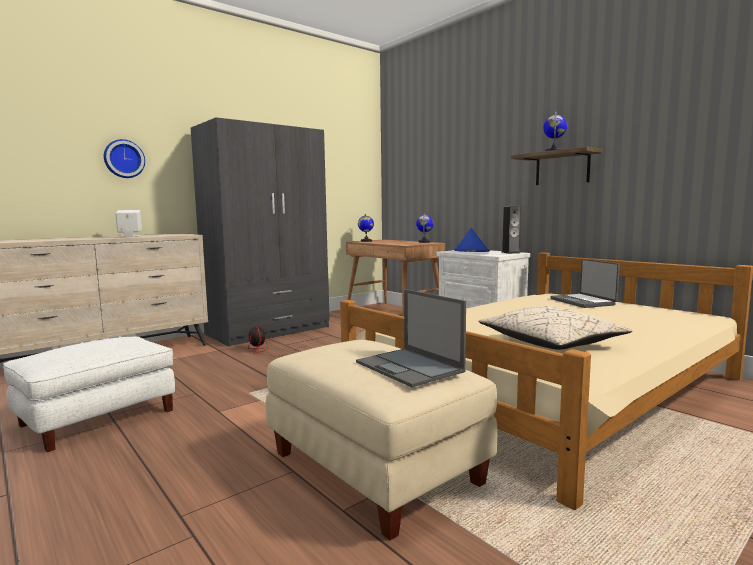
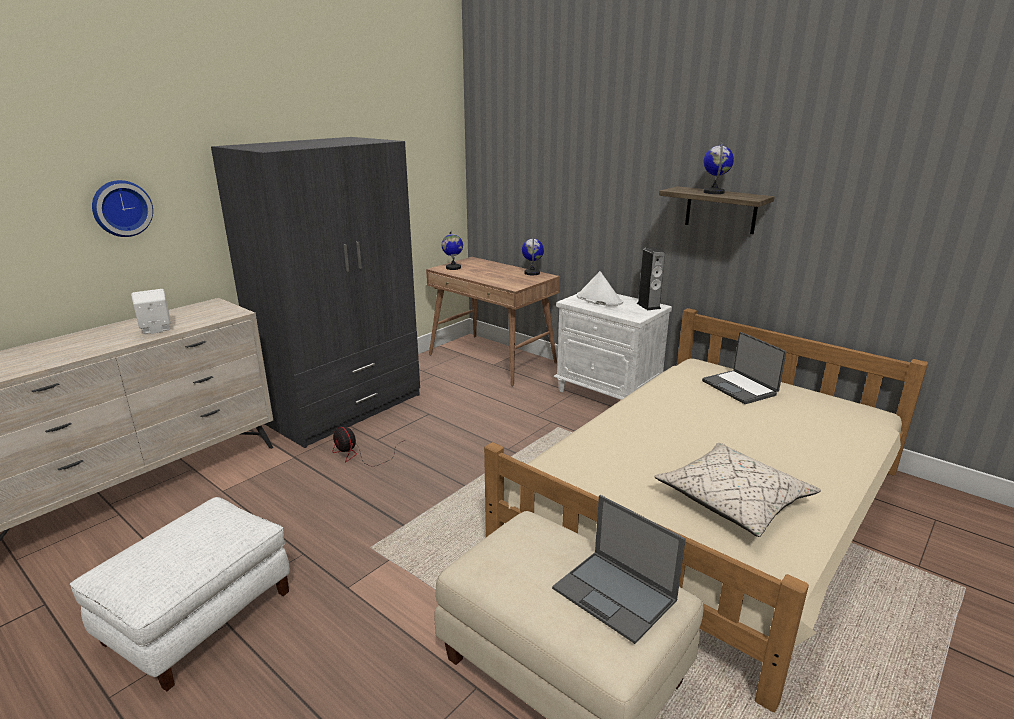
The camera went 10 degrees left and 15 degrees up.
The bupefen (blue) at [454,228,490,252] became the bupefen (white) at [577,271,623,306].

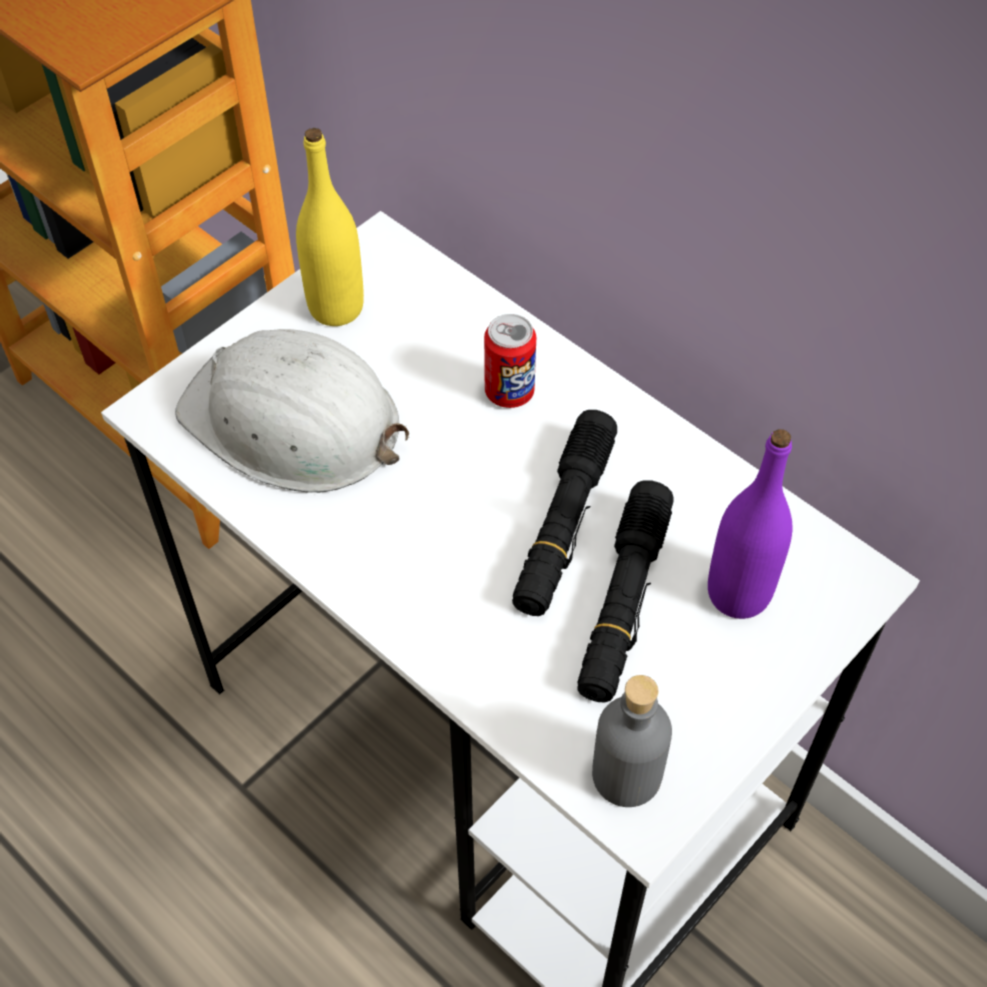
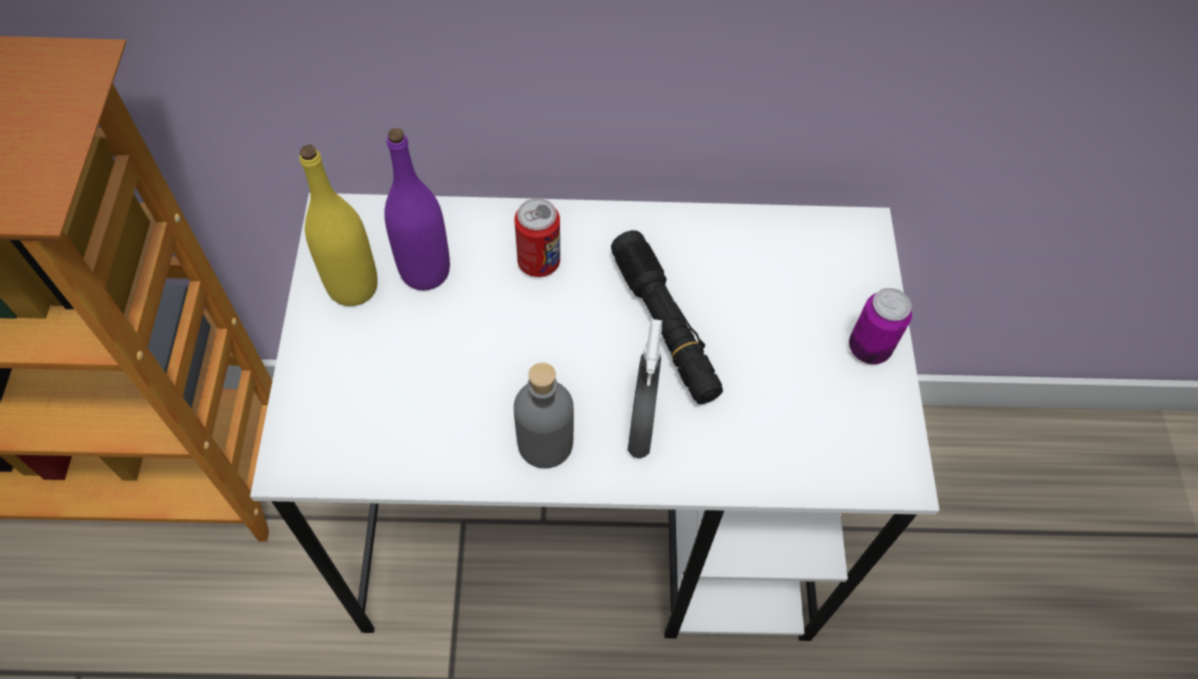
The camera went 45 degrees left and 5 degrees up.
The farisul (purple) moved from [708,429,793,619] to [384,128,450,290].
The farisul (grey) moved from [592,675,672,807] to [514,362,574,469].
The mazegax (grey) at [627,319,662,458] appeared.
The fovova at [849,288,912,364] appeared.
The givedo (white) at [175,329,409,493] disappeared.
The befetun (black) at [577,481,674,703] disappeared.

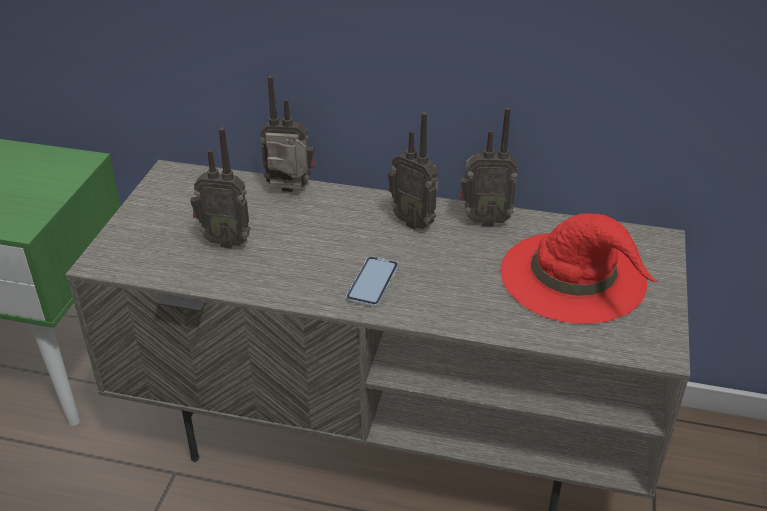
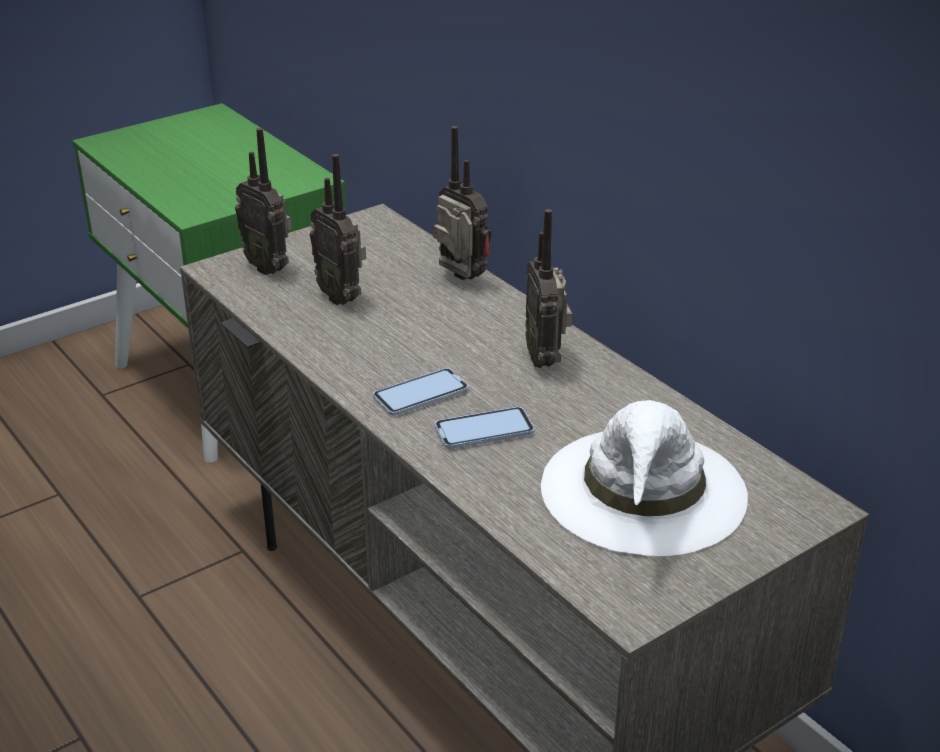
The camera went 40 degrees right and 5 degrees down.
The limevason moved from [459,107,518,226] to [235,128,292,275].
The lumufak at [435,407,534,449] appeared.
The bupefen (red) at [501,213,657,324] became the bupefen (white) at [541,400,748,556].

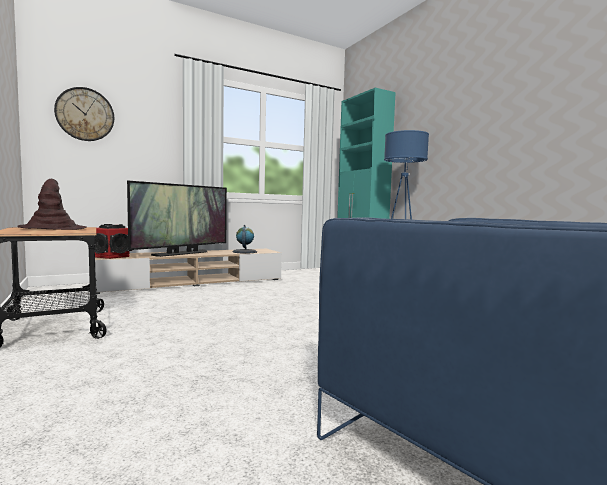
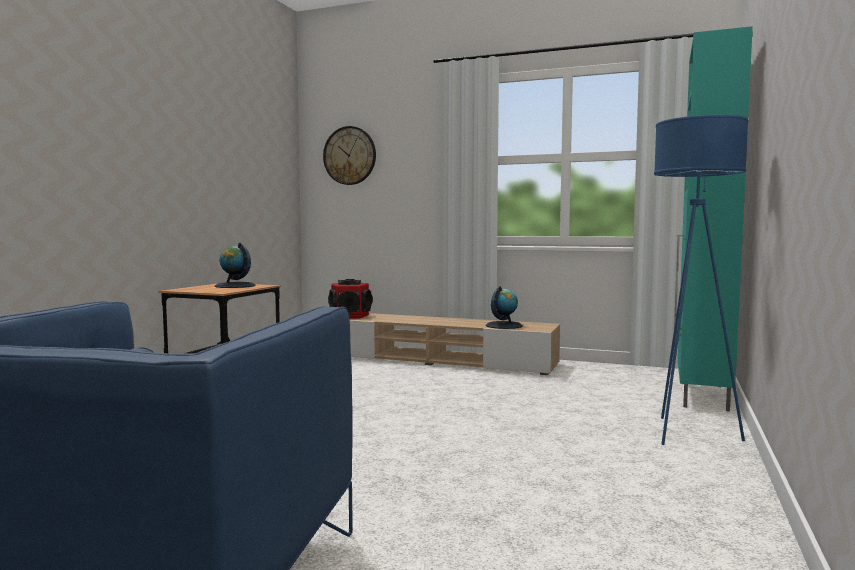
The camera went 50 degrees right and 0 degrees up.
The bupefen (brown) at [17,179,87,230] was replaced by the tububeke at [214,243,256,288].
The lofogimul at [127,181,227,257] disappeared.

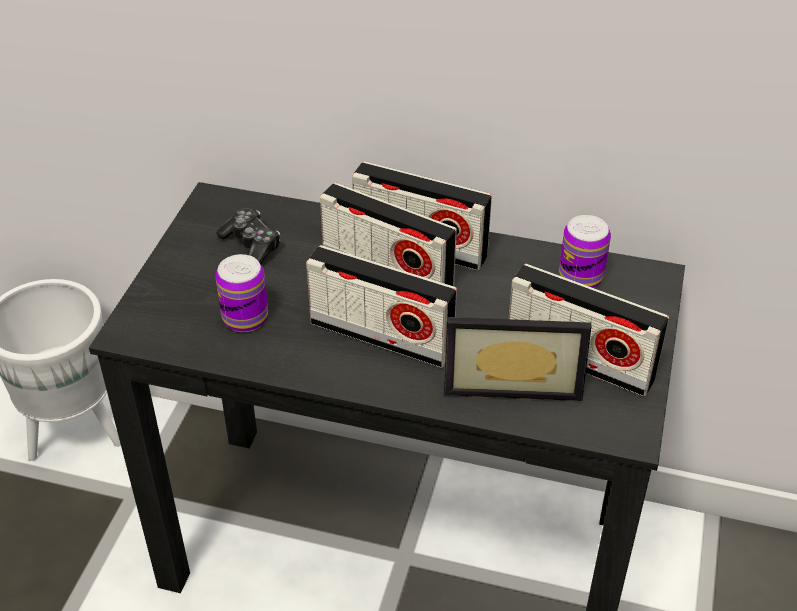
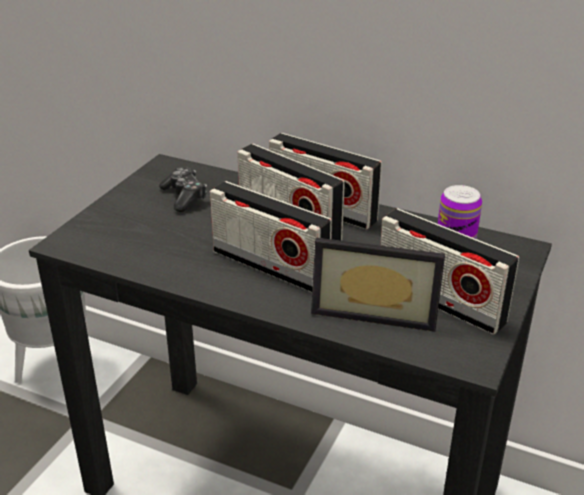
The camera went 10 degrees right and 10 degrees down.
The fovova at [215,254,268,332] disappeared.

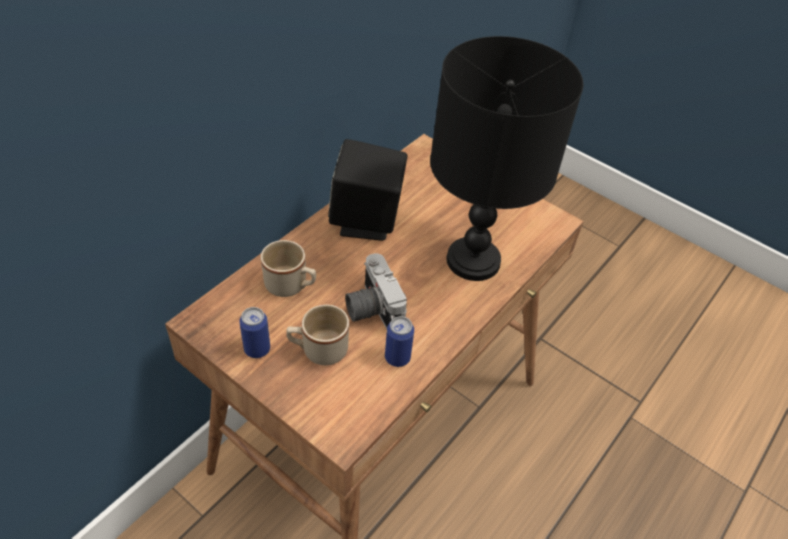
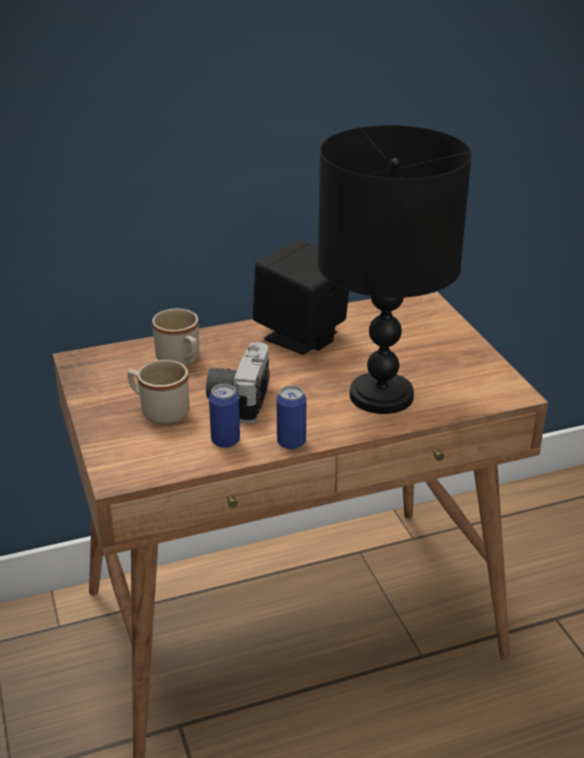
The camera went 35 degrees right and 15 degrees down.
The fovova moved from [239,307,270,358] to [277,385,306,449].

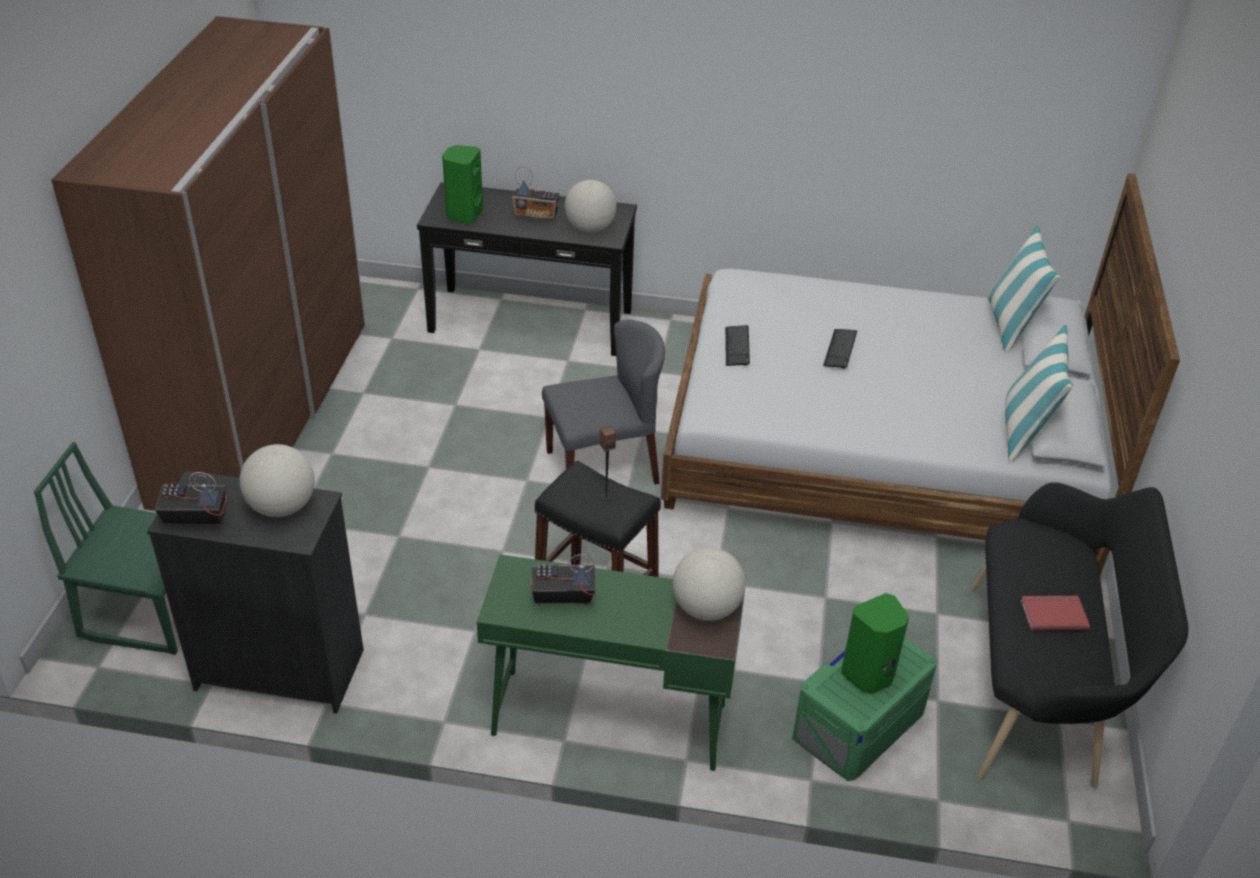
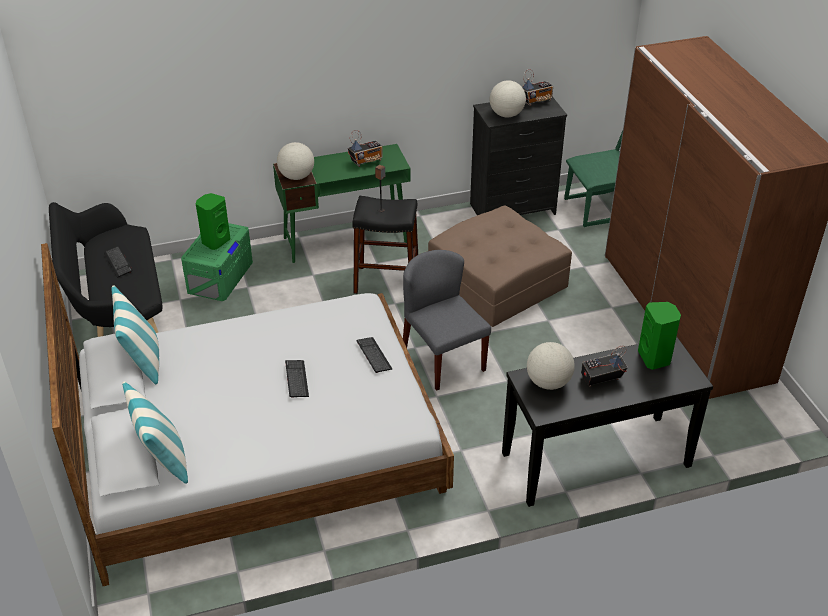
The camera went 155 degrees right and 0 degrees up.
The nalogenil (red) at [1021,596,1090,630] was replaced by the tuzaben at [104,246,133,278].
The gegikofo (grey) at [542,319,665,485] turned 105 degrees clockwise.
The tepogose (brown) at [428,205,572,327] appeared.

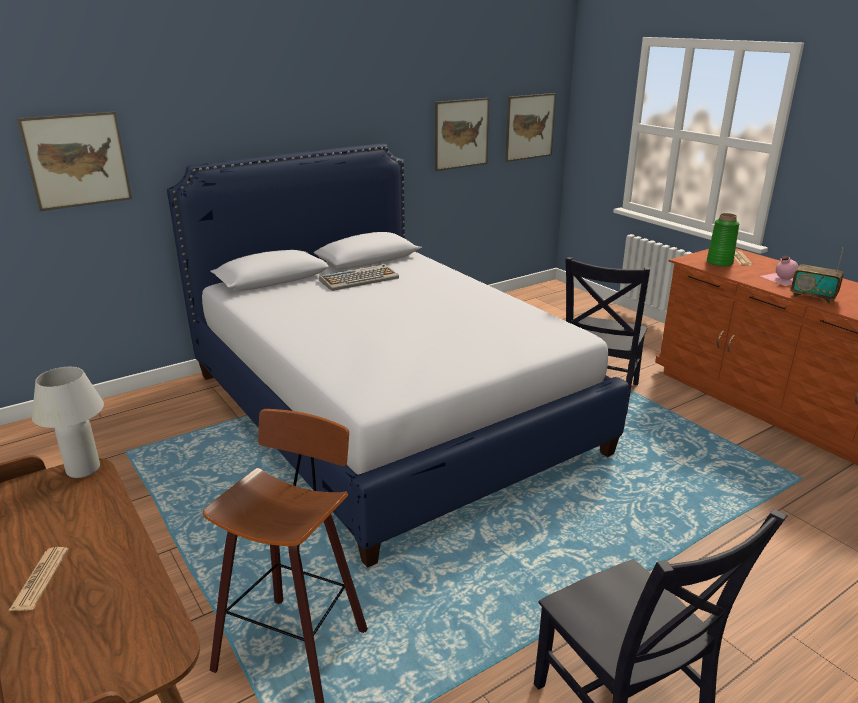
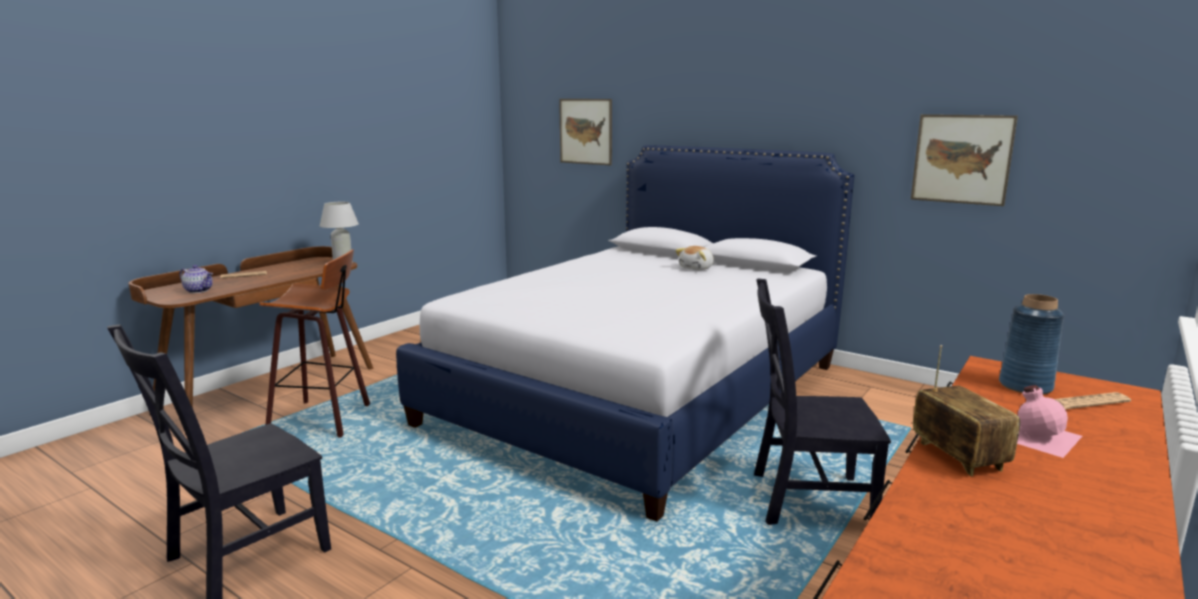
The camera went 70 degrees right and 10 degrees down.
The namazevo at [179,265,213,293] appeared.
The tuzaben at [319,264,399,291] was replaced by the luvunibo at [675,246,714,270].
The limevason at [791,248,844,304] turned 150 degrees clockwise.
The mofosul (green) at [707,213,739,267] became the mofosul (blue) at [999,294,1064,395].
The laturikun at [505,93,556,162] disappeared.

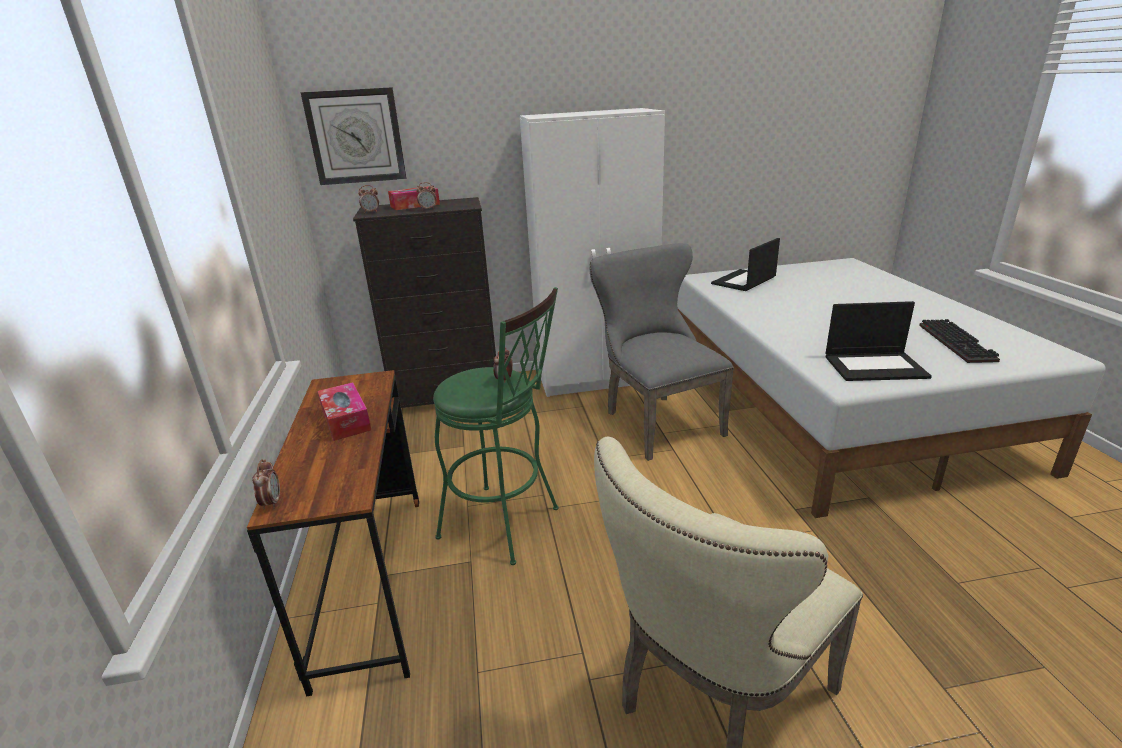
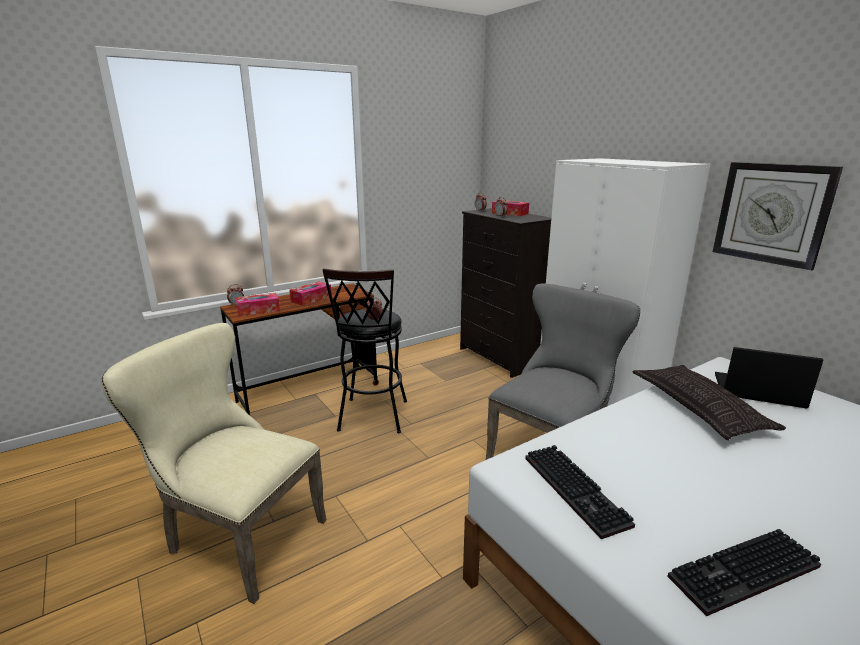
The camera went 65 degrees right and 5 degrees down.
The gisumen at [236,293,280,316] appeared.
The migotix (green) at [433,287,559,565] became the migotix (black) at [322,268,407,433].
The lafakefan at [825,301,932,381] was replaced by the tuzaben at [525,445,635,539].
The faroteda at [633,365,786,440] appeared.
The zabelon moved from [301,87,406,185] to [713,162,843,271].

